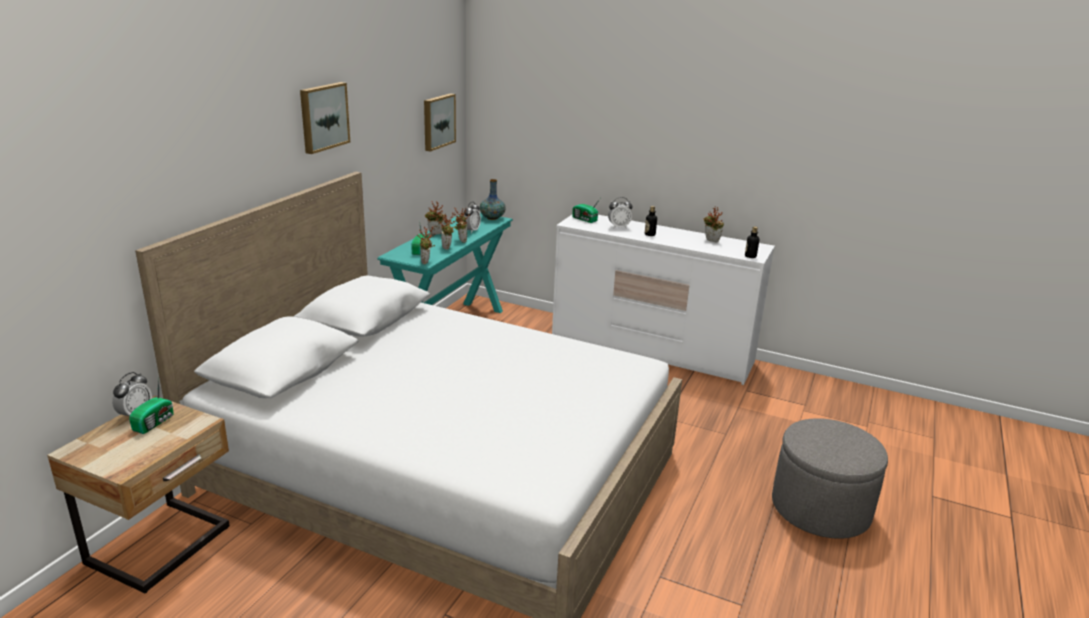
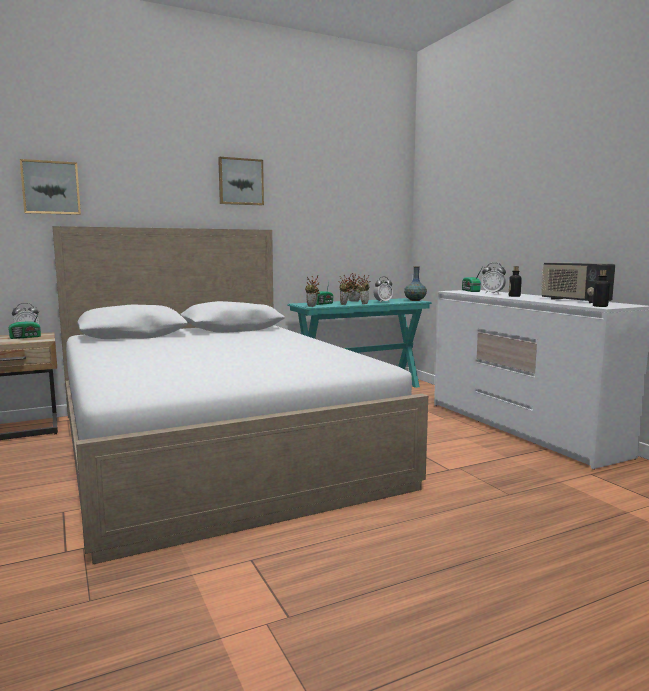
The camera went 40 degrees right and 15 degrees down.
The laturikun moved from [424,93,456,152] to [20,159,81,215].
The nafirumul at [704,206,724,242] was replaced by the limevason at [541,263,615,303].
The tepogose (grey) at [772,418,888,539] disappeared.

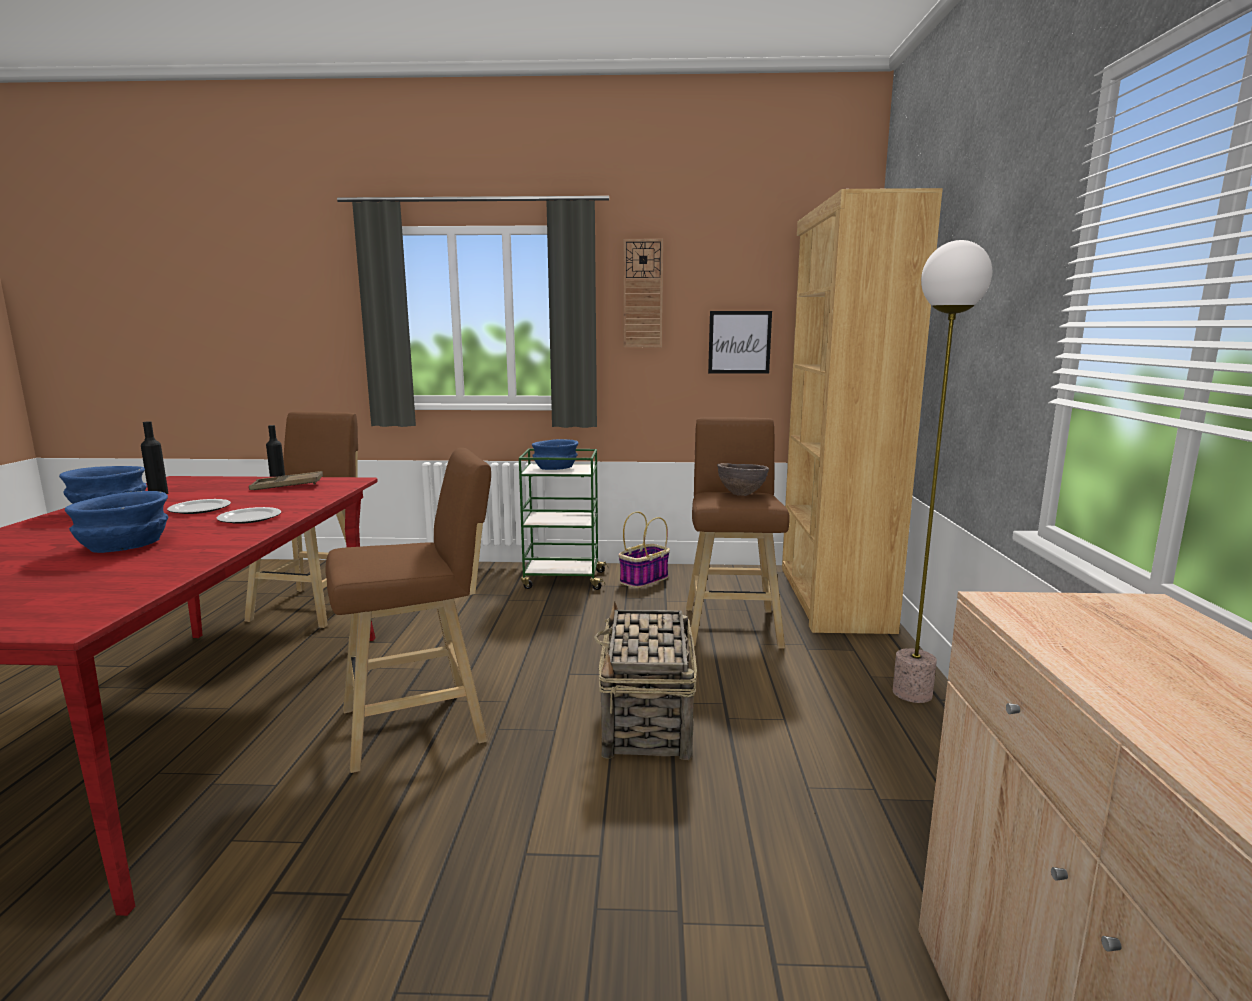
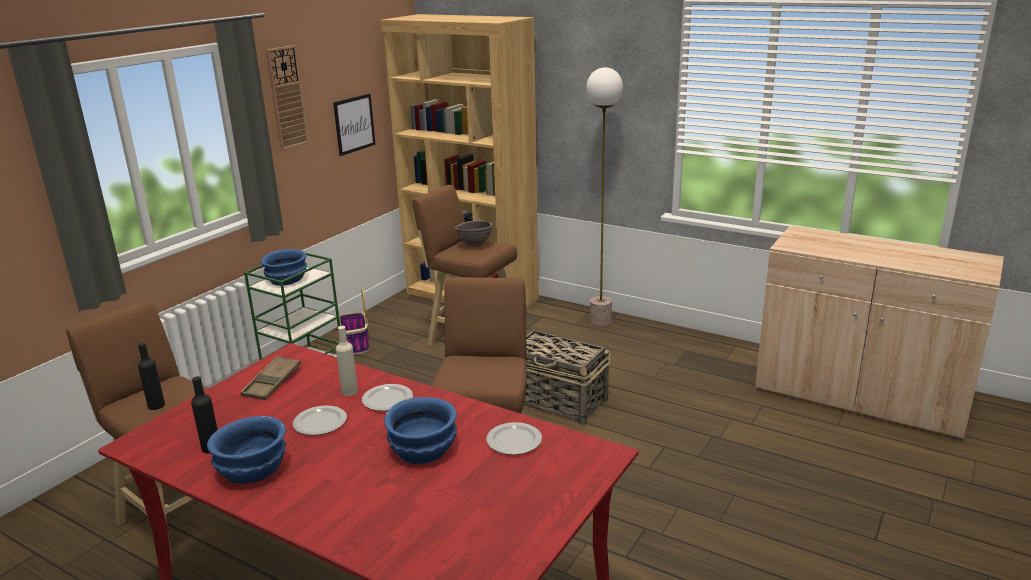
The camera went 60 degrees left and 10 degrees up.
The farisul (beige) at [336,326,358,396] appeared.
The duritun at [486,422,542,455] appeared.

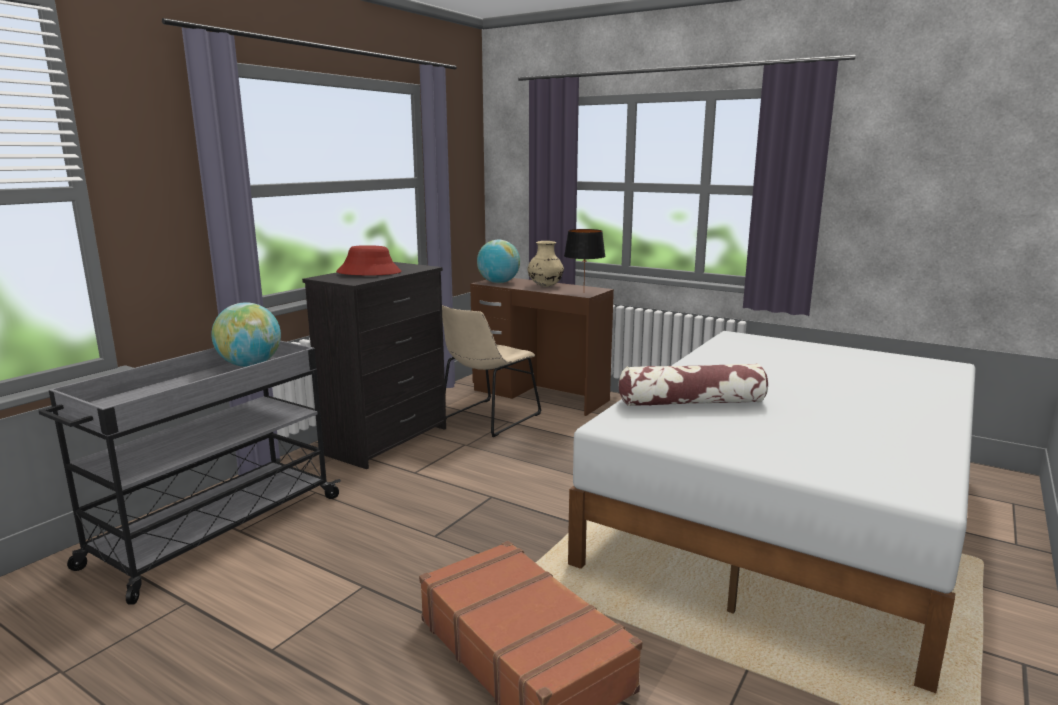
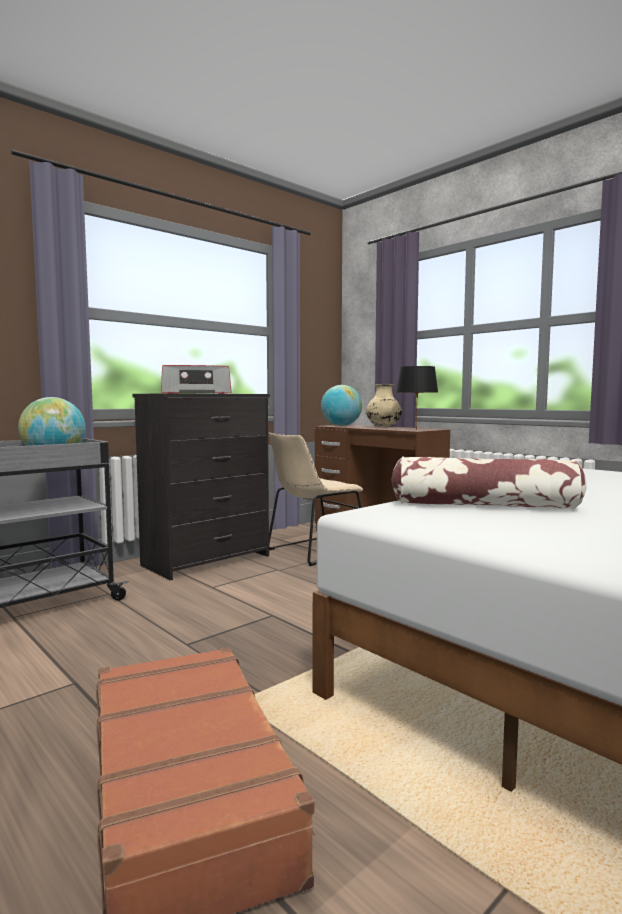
The camera went 15 degrees right and 10 degrees down.
The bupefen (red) at [336,245,401,275] was replaced by the limevason at [161,365,232,394].

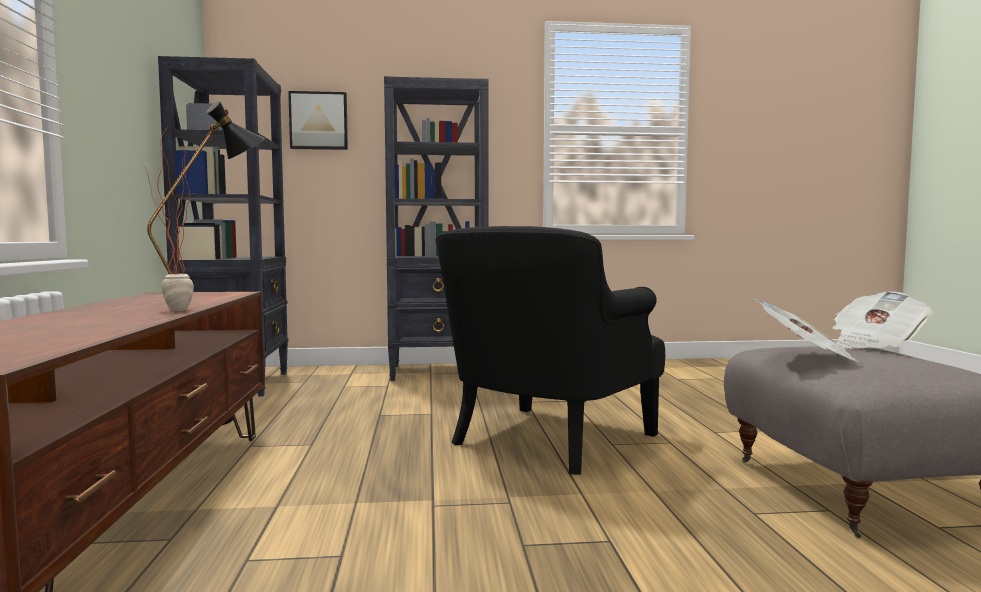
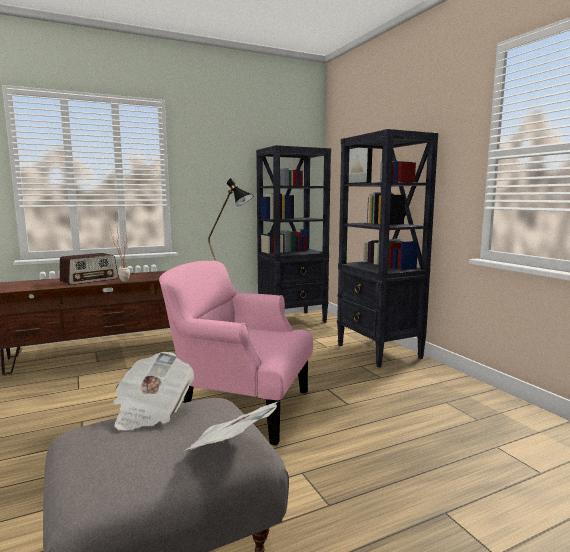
The camera went 70 degrees right and 5 degrees up.
The limevason at [59,253,118,285] appeared.
The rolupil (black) at [435,226,665,475] became the rolupil (pink) at [159,261,313,446].

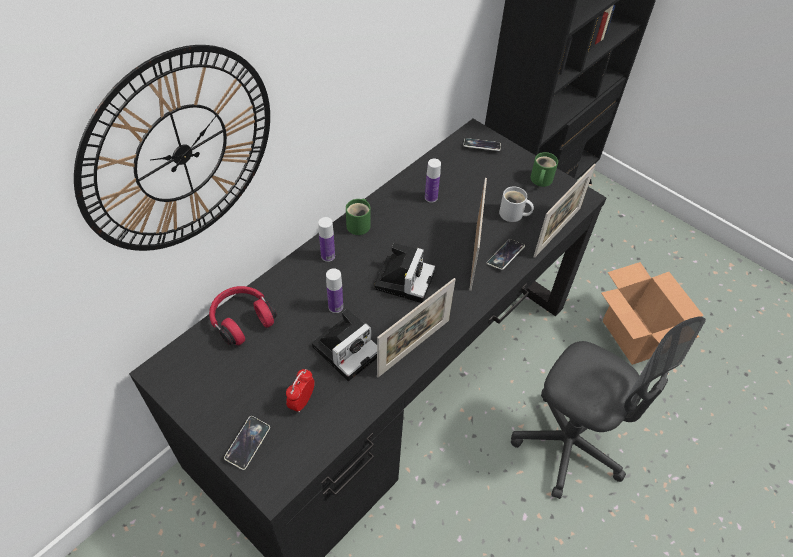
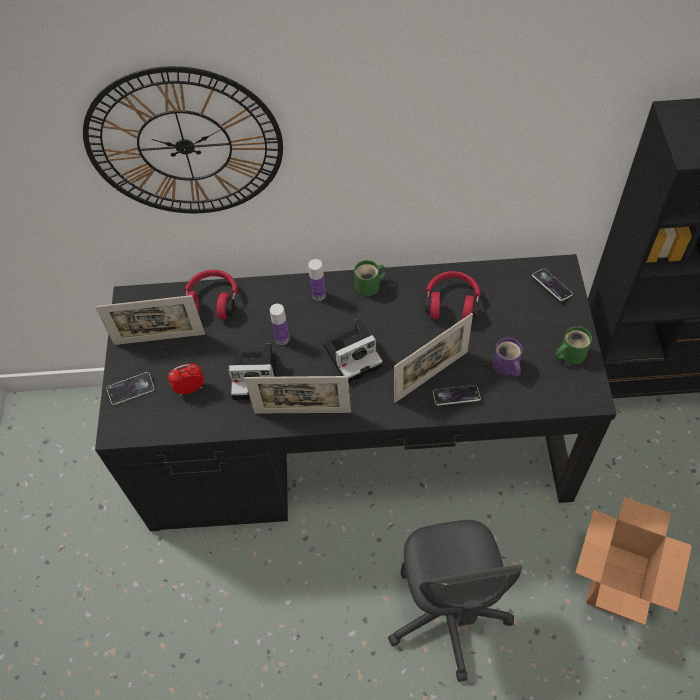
The camera went 50 degrees right and 5 degrees up.
The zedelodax moved from [533,164,596,258] to [95,295,205,345].
The farisul at [425,159,441,203] was replaced by the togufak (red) at [425,271,481,319].
The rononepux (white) at [499,186,534,222] became the rononepux (purple) at [492,338,523,377].

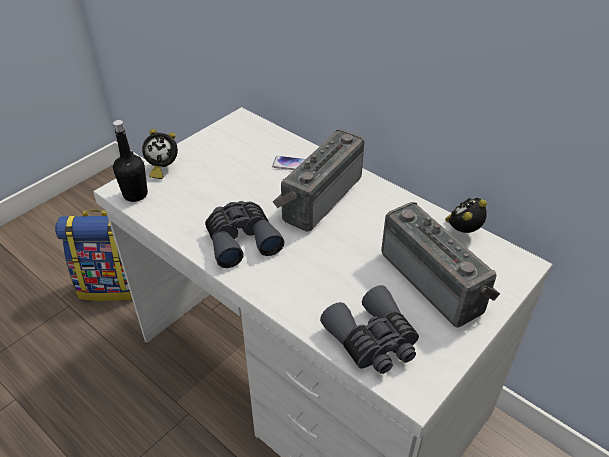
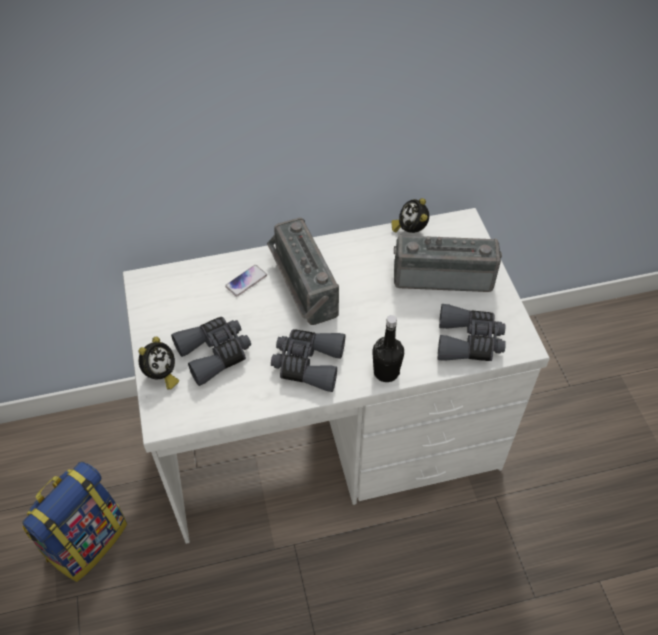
The camera went 55 degrees left and 10 degrees up.
The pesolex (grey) at [171,317,251,386] appeared.
The farisul (black) moved from [113,120,148,202] to [372,315,404,382].

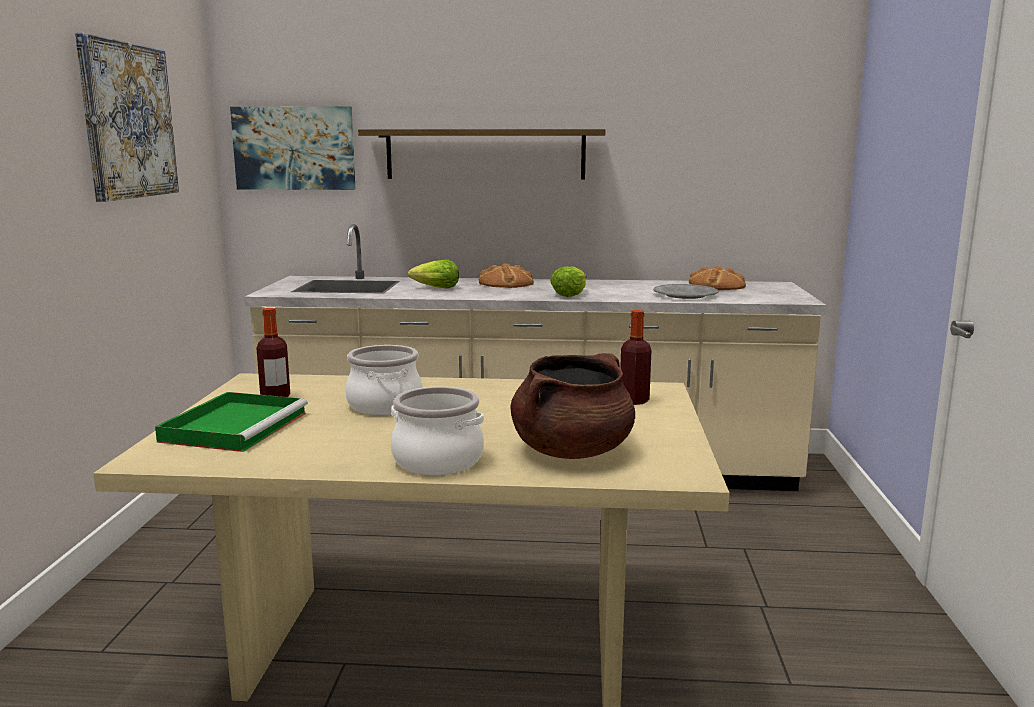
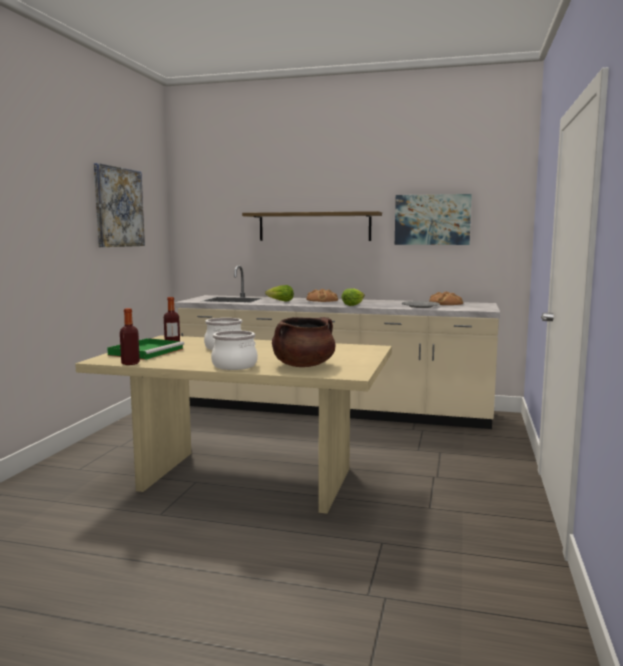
The camera went 10 degrees right and 5 degrees down.
The farisul moved from [620,310,652,405] to [120,308,140,365].
The laturikun moved from [230,106,355,190] to [395,194,472,245].

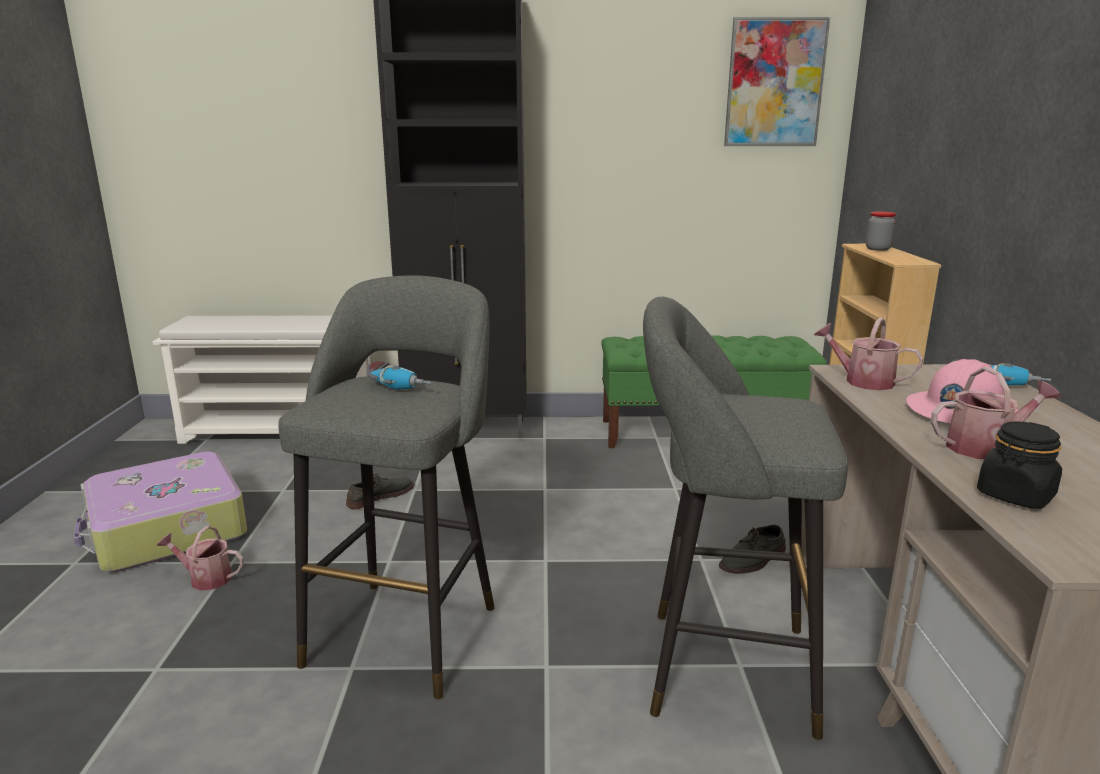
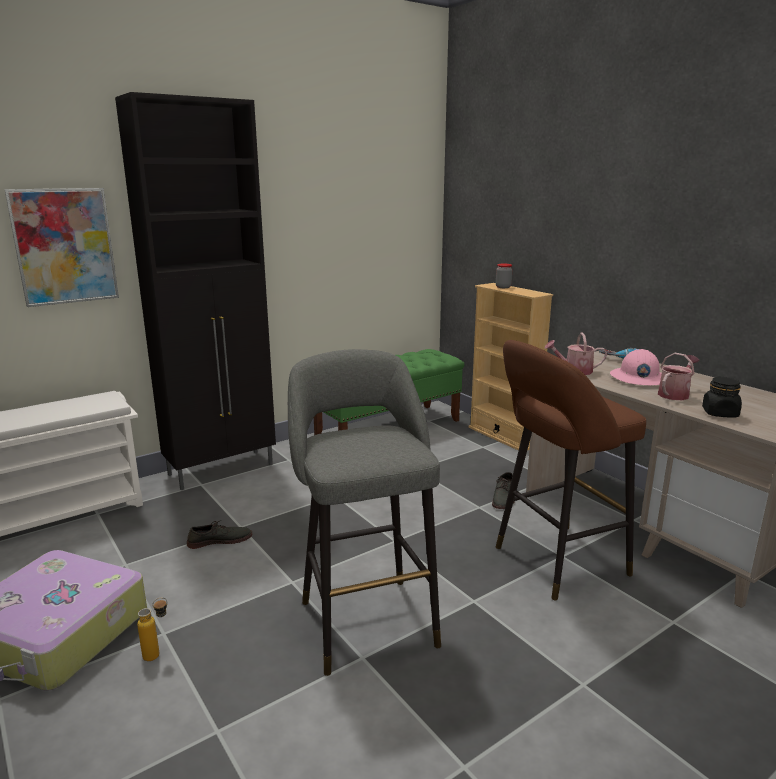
The camera went 35 degrees left and 0 degrees up.
The laturikun moved from [724,17,830,146] to [4,188,119,307].
The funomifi at [157,526,244,590] was replaced by the farisul at [137,597,168,661].
The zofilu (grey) at [346,473,414,509] turned 60 degrees clockwise.
The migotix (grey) at [643,297,848,740] became the migotix (brown) at [496,340,646,601].
The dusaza at [366,361,432,390] disappeared.

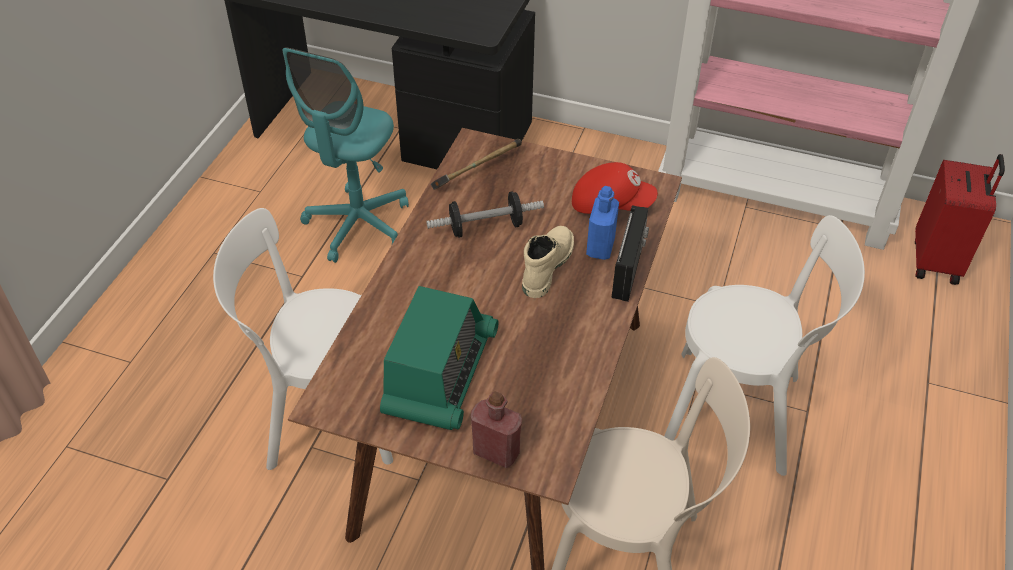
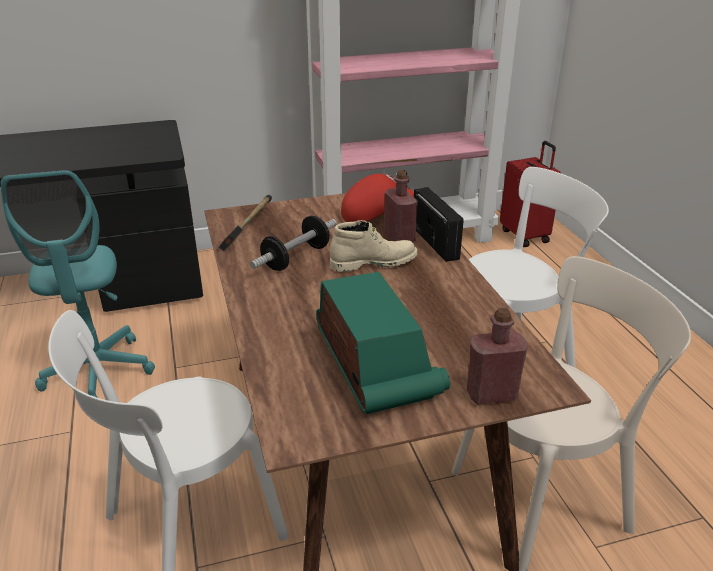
The camera went 35 degrees left and 15 degrees down.
The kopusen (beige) at [522,226,574,298] turned 90 degrees clockwise.
The farisul (blue) at [586,186,619,260] became the farisul (red) at [384,170,418,242].

